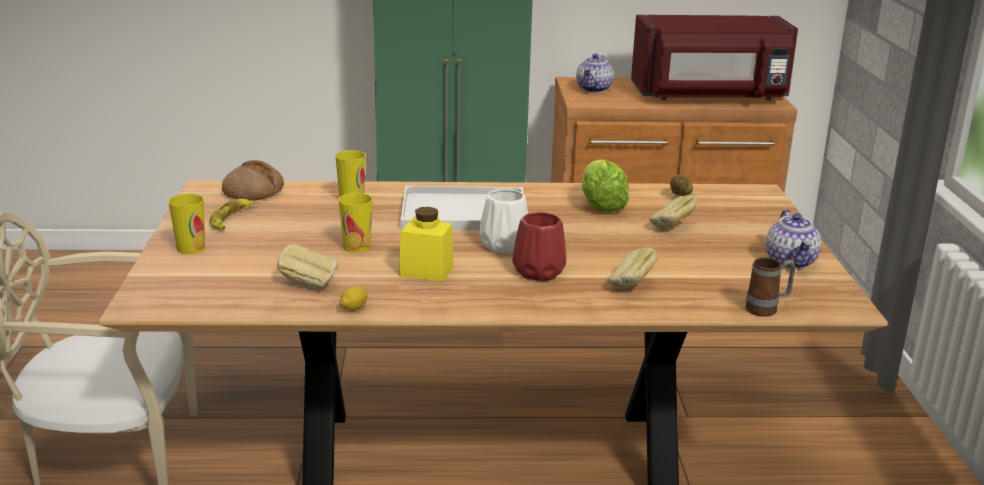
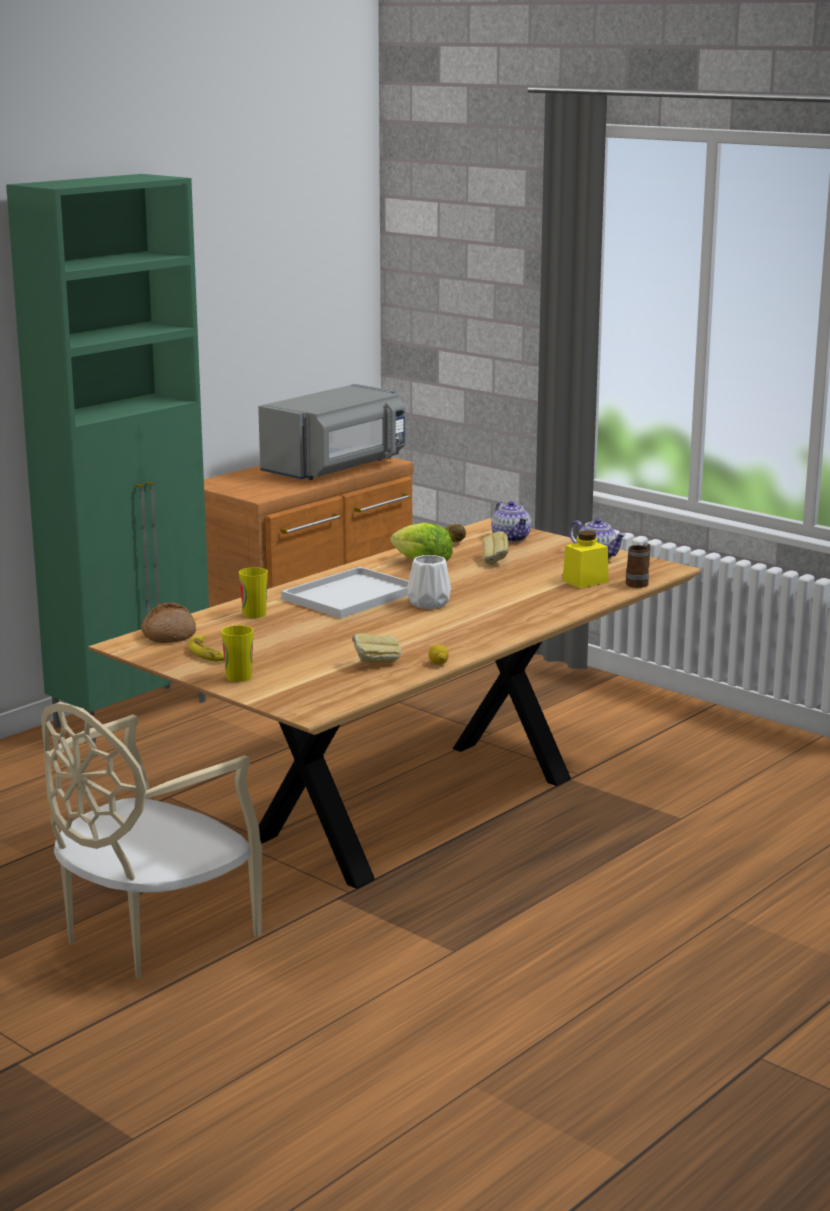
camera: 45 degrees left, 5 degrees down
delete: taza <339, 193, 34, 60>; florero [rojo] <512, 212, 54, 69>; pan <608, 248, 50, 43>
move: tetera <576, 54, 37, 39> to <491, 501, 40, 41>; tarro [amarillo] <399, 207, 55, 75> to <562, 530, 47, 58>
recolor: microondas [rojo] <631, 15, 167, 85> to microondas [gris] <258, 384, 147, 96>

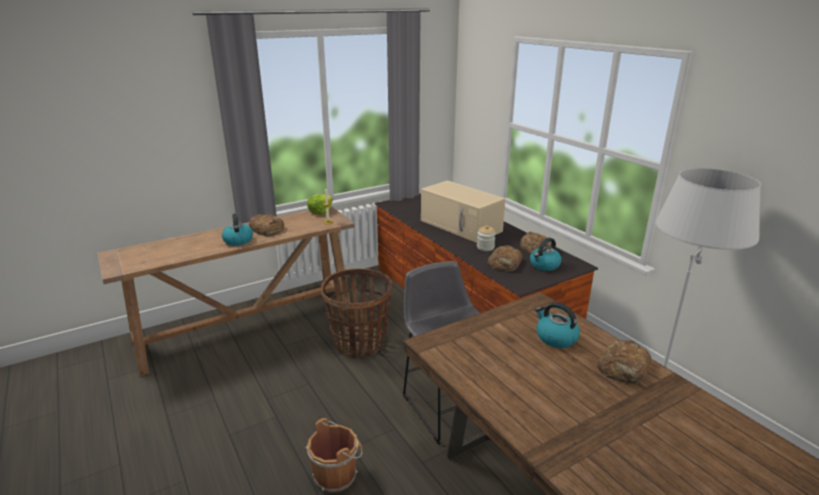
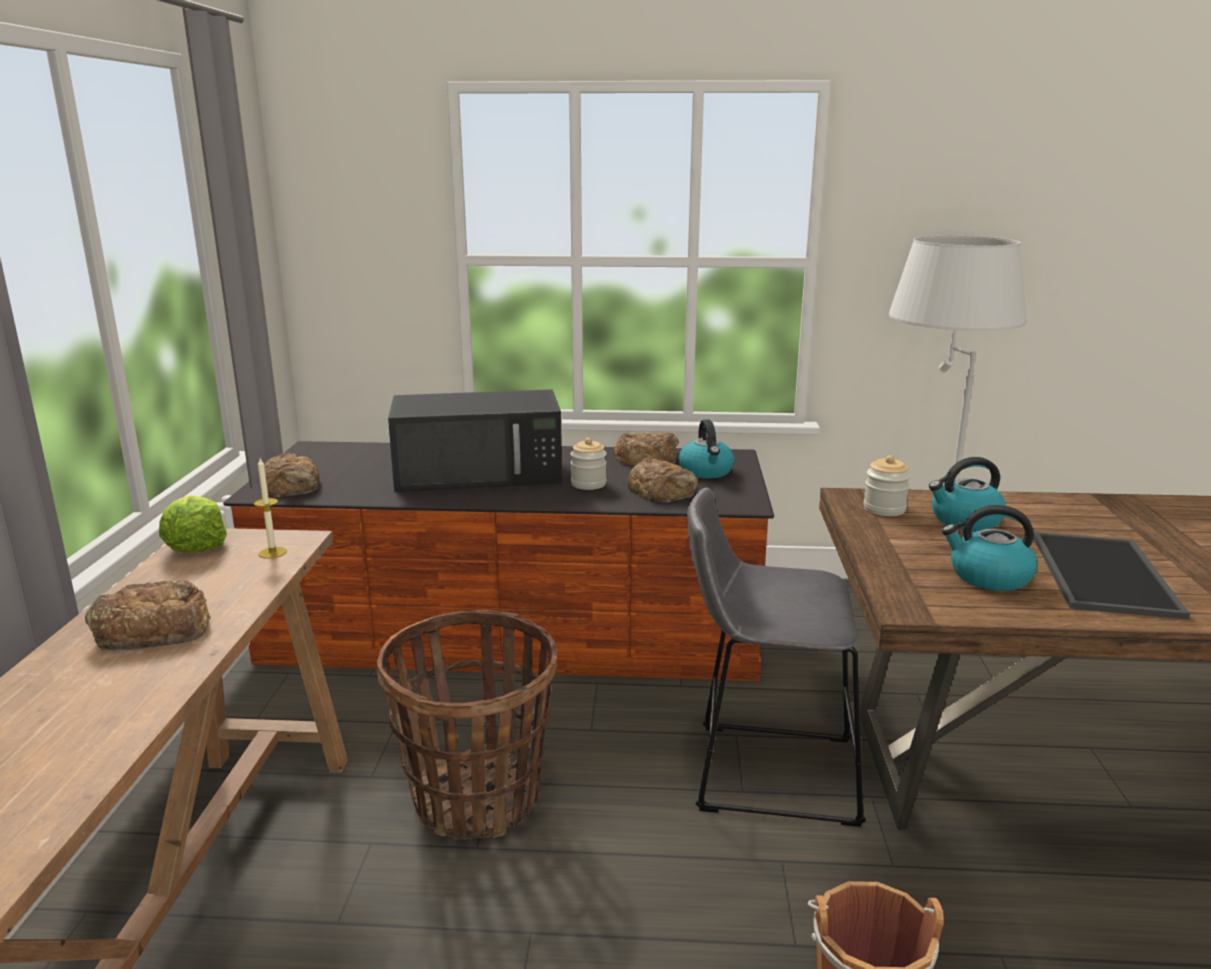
camera: 55 degrees left, 5 degrees down
insert: tarro <864, 455, 47, 61>; bandeja <1033, 532, 157, 88>
move: pan <597, 340, 54, 45> to <260, 452, 60, 45>; hervidor <222, 213, 31, 33> to <942, 505, 95, 86>
recolor: microondas [beis] <421, 180, 85, 63> to microondas [negro] <388, 389, 174, 103>

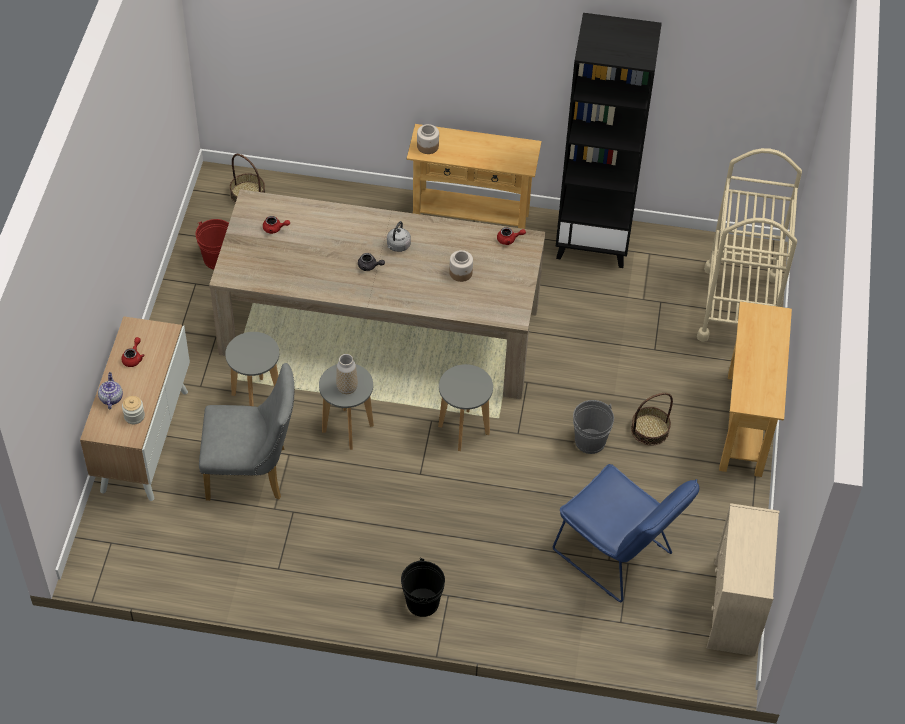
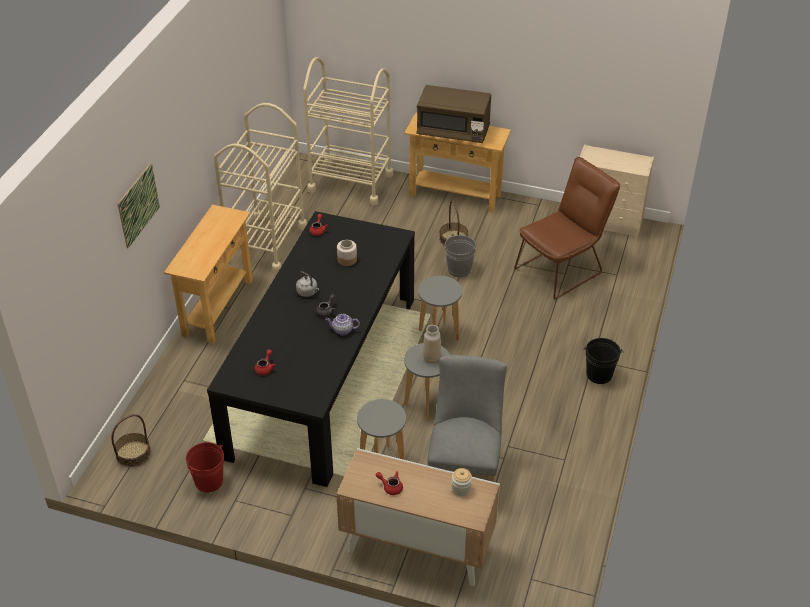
camera: 80 degrees left, 10 degrees down
delete: tarro <417, 124, 22, 30>
insert: cuadro <117, 163, 43, 85>; microondas [marrón] <417, 85, 74, 58>
move: tetera <98, 372, 25, 37> to <326, 314, 34, 21>
replace: estantería [negro] <555, 13, 107, 255> to carrito [beis] <214, 103, 93, 170>
recolor: mesa de comedor [beis] <209, 189, 337, 210> to mesa de comedor [negro] <207, 211, 208, 276>; silla [azul] <553, 464, 146, 138> to silla [marrón] <514, 157, 106, 142>

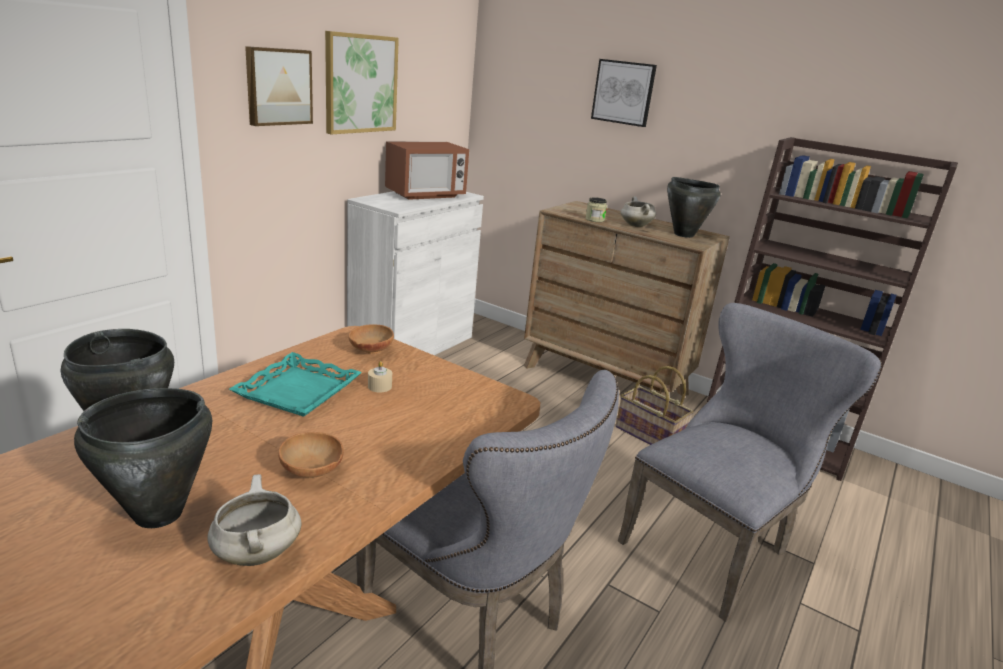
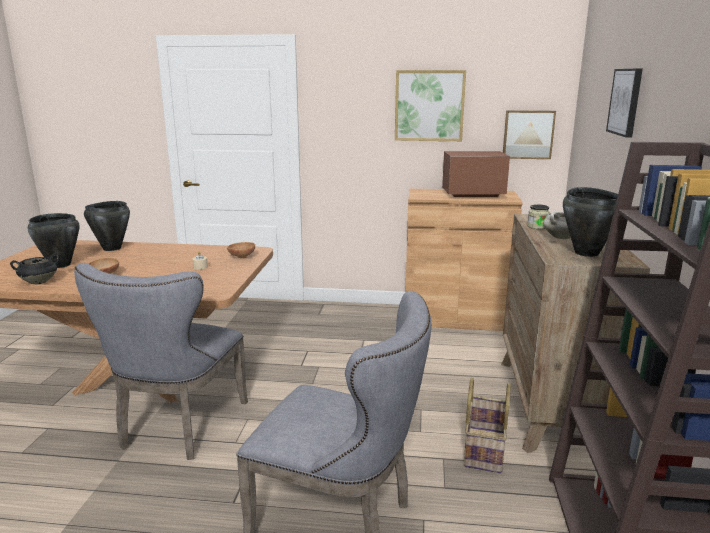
camera: 65 degrees right, 5 degrees down
delete: bandeja [turquesa] <229, 352, 133, 65>
move: cuadro <245, 46, 68, 80> to <503, 110, 53, 49>
recolor: olla [blanco] <207, 474, 95, 92> to olla [negro] <10, 253, 50, 31>; armario [blanco] <347, 191, 137, 164> to armario [marrón] <405, 188, 118, 143>
rotate: microondas <385, 141, 84, 59> = <442, 151, 68, 46> 150 degrees clockwise

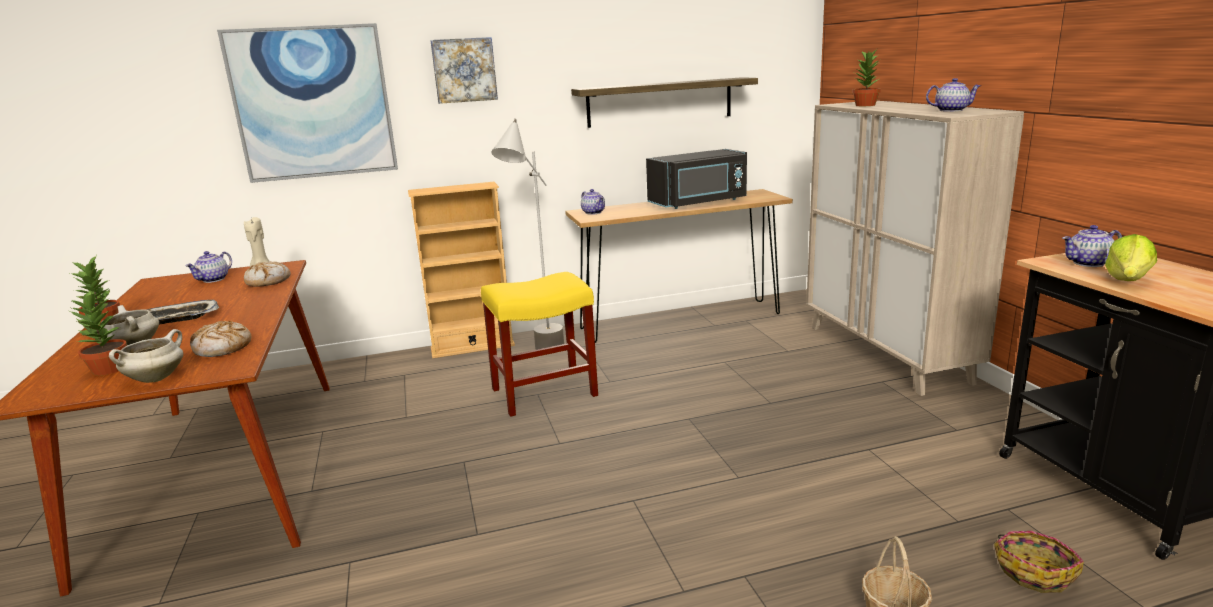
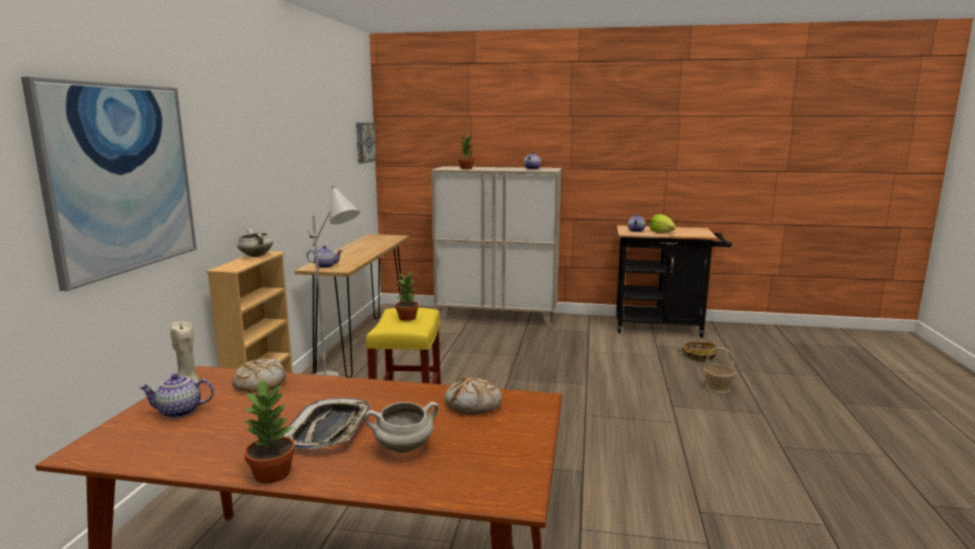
camera: 65 degrees left, 5 degrees down
delete: estante <571, 77, 187, 51>; microondas [negro] <646, 149, 101, 60>
move: olla [blanco] <109, 329, 74, 54> to <237, 229, 36, 28>; cuadro <430, 37, 68, 67> to <356, 122, 20, 41>; planta en maceta <68, 290, 59, 86> to <395, 270, 24, 51>
rotate: tetera <185, 251, 47, 32> = <138, 374, 76, 44> 120 degrees clockwise

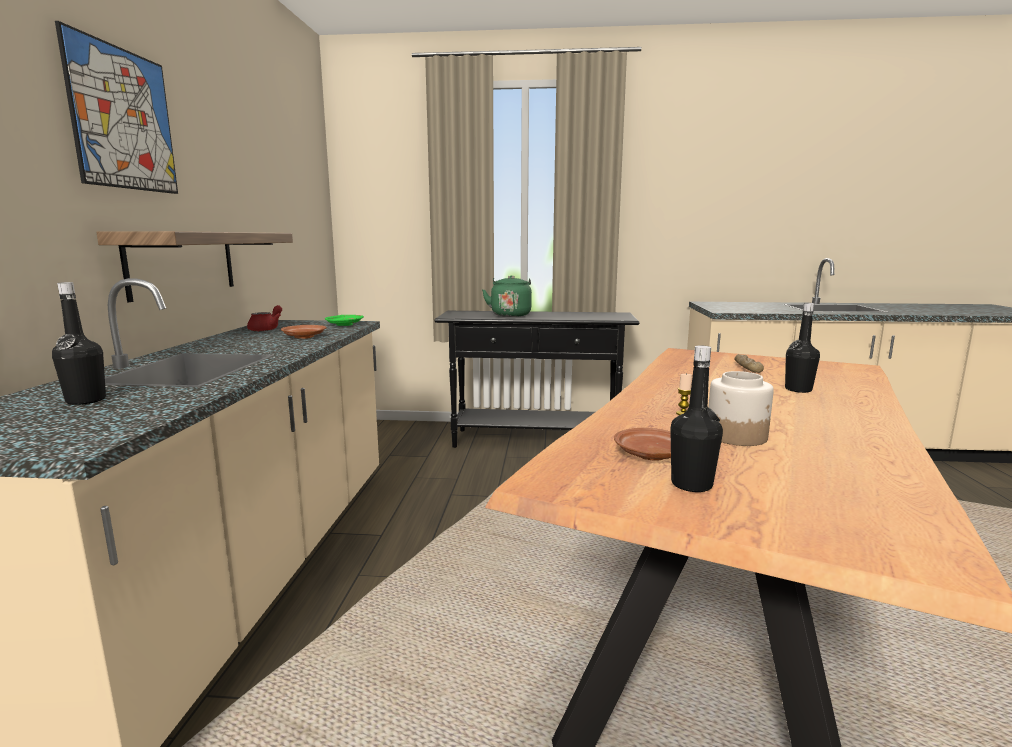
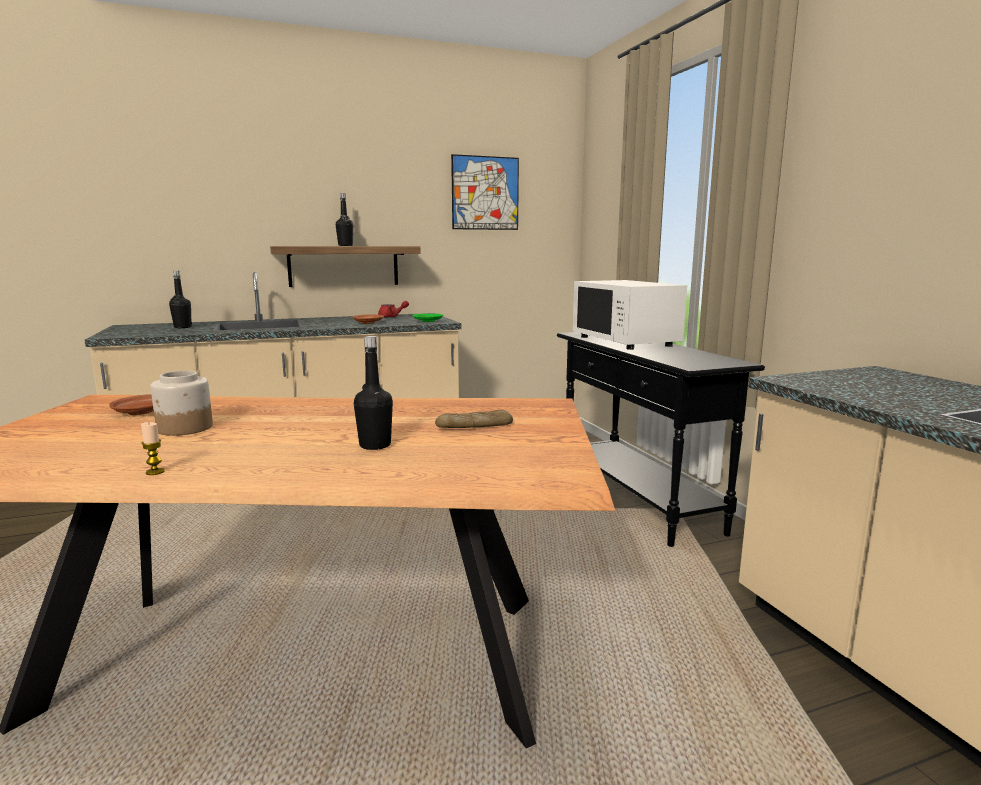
camera: 65 degrees right, 0 degrees up
move: vela <676, 374, 16, 41> to <141, 422, 24, 53>; botella [negro] <670, 346, 53, 146> to <336, 193, 17, 53>; cuadro <55, 21, 123, 173> to <451, 154, 68, 76>
replace: hervidor [verde] <482, 275, 50, 42> to microondas [blanco] <573, 280, 114, 70>

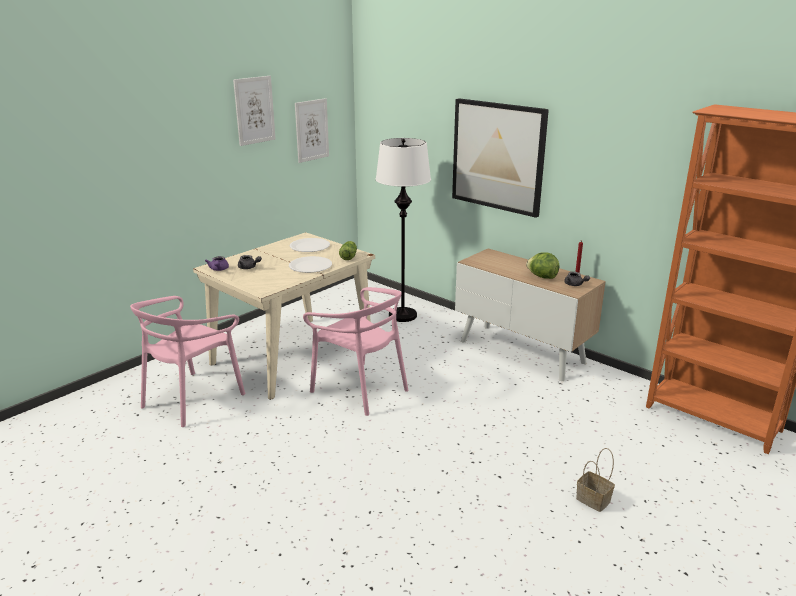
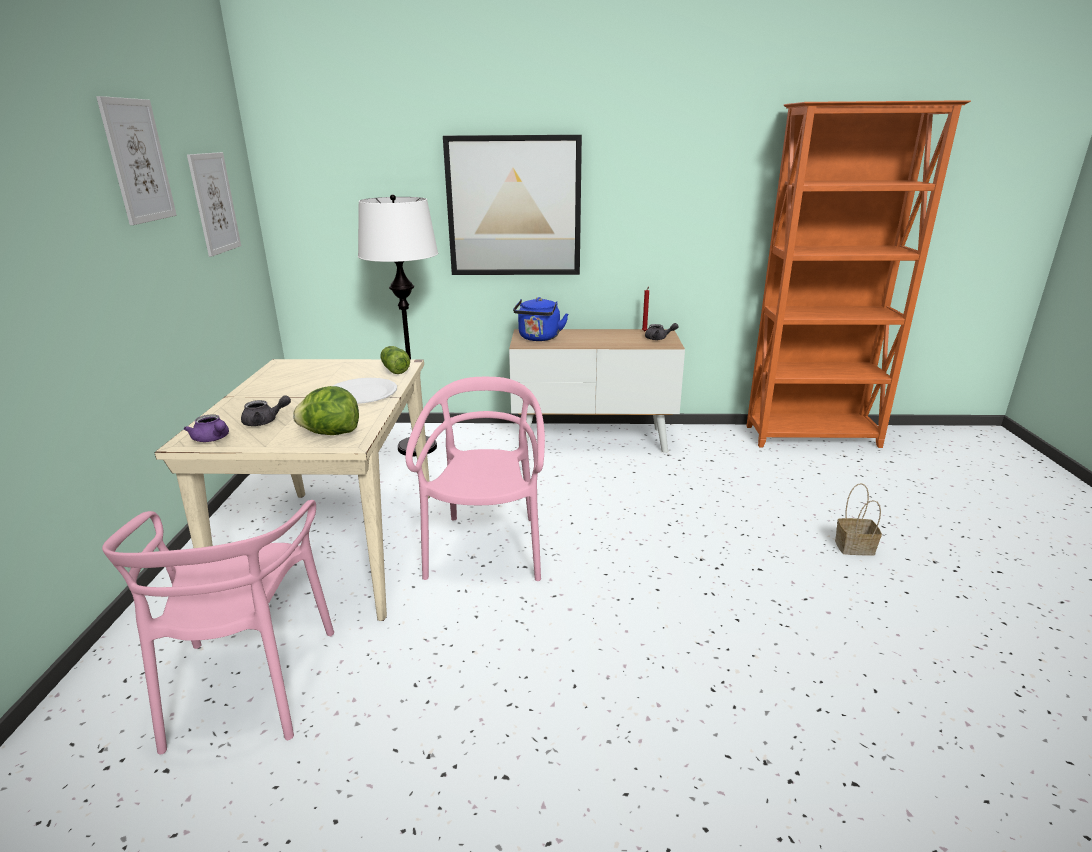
camera: 40 degrees left, 0 degrees up
delete: plato [blanco] <290, 238, 40, 14>
insert: hervidor [azul] <513, 297, 55, 44>
move: lechuga <526, 252, 33, 27> to <293, 386, 66, 49>
rotate: silla [rosa] <303, 287, 106, 129> = <406, 377, 139, 204> 90 degrees counterclockwise

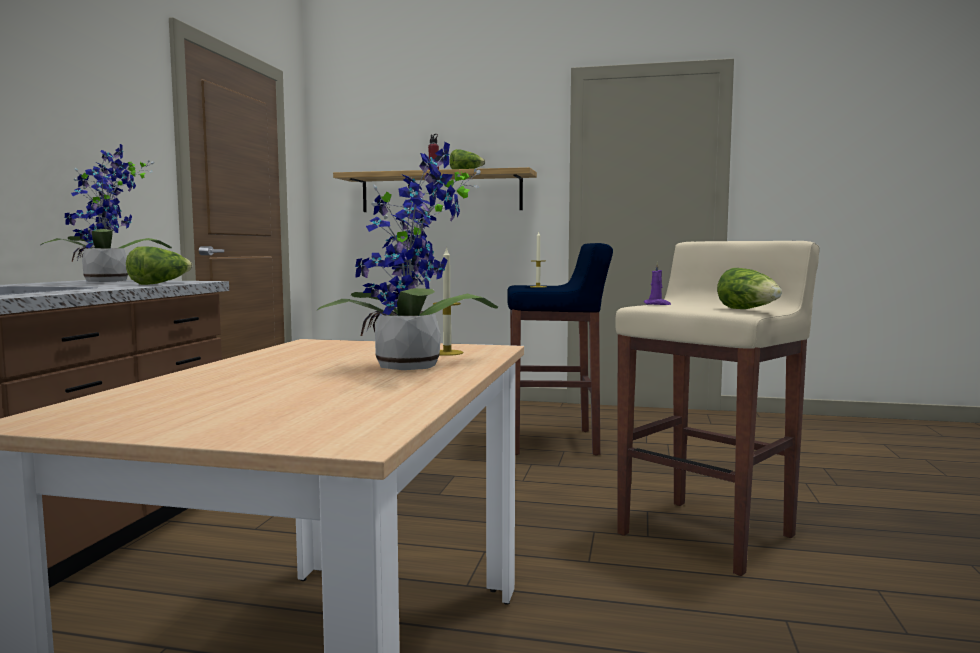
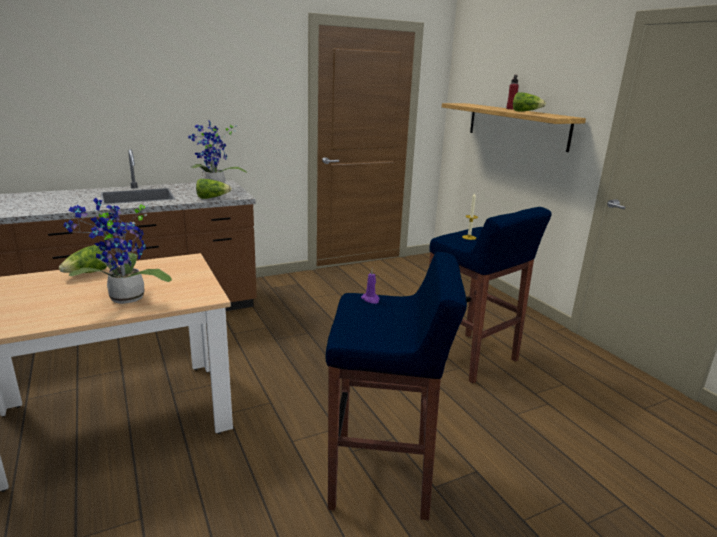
camera: 50 degrees right, 15 degrees up
delete: vela <433, 247, 30, 109>
move: lechuga <717, 268, 65, 41> to <59, 245, 48, 28>
recolor: taburete [beis] <615, 241, 205, 335> to taburete [azul] <326, 252, 141, 268>

